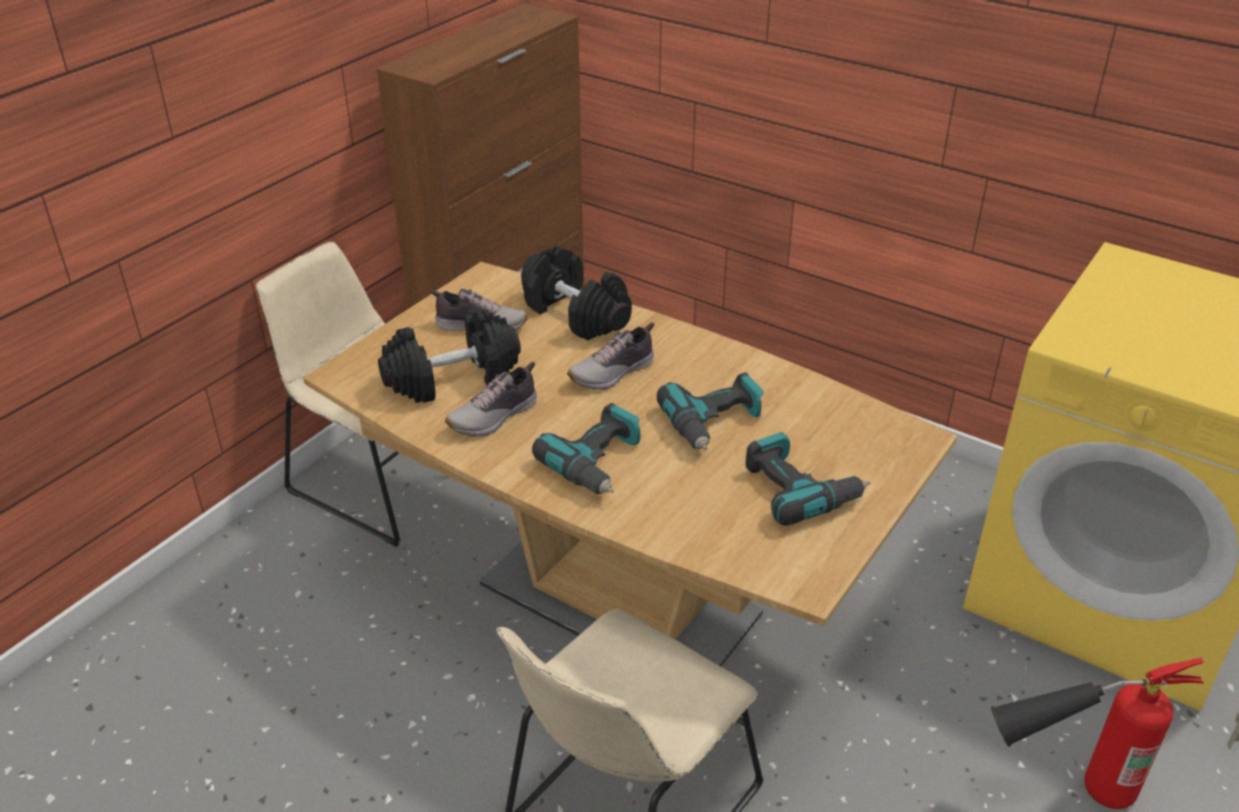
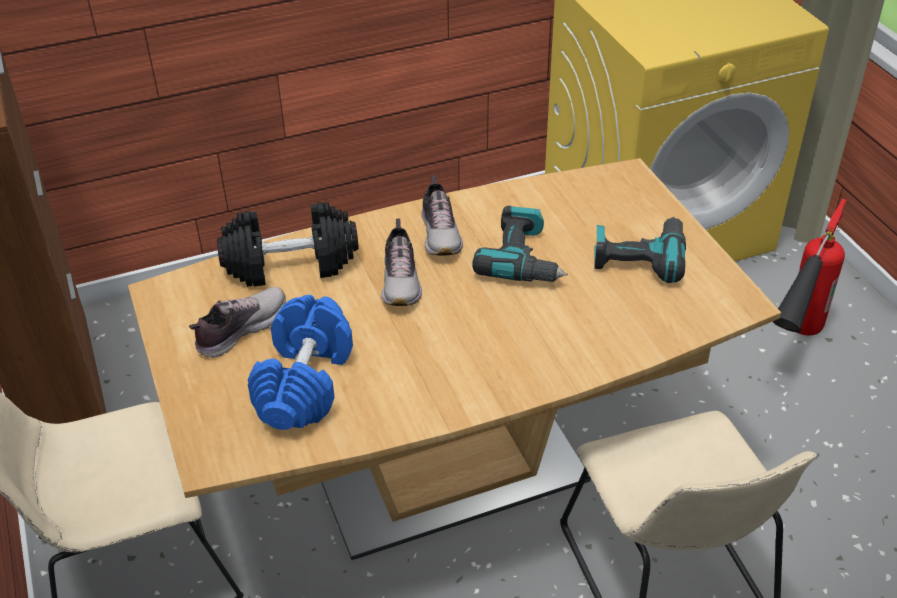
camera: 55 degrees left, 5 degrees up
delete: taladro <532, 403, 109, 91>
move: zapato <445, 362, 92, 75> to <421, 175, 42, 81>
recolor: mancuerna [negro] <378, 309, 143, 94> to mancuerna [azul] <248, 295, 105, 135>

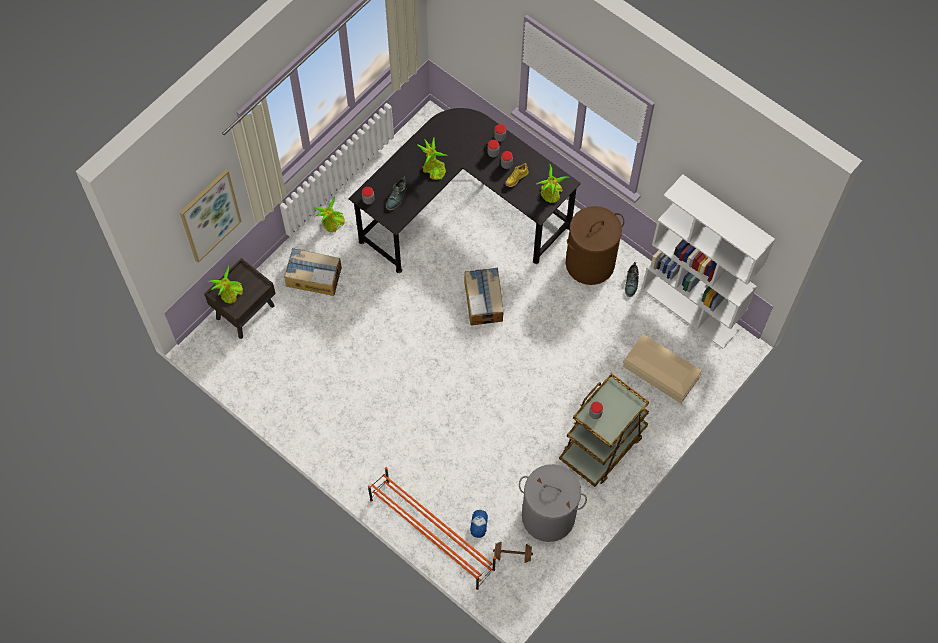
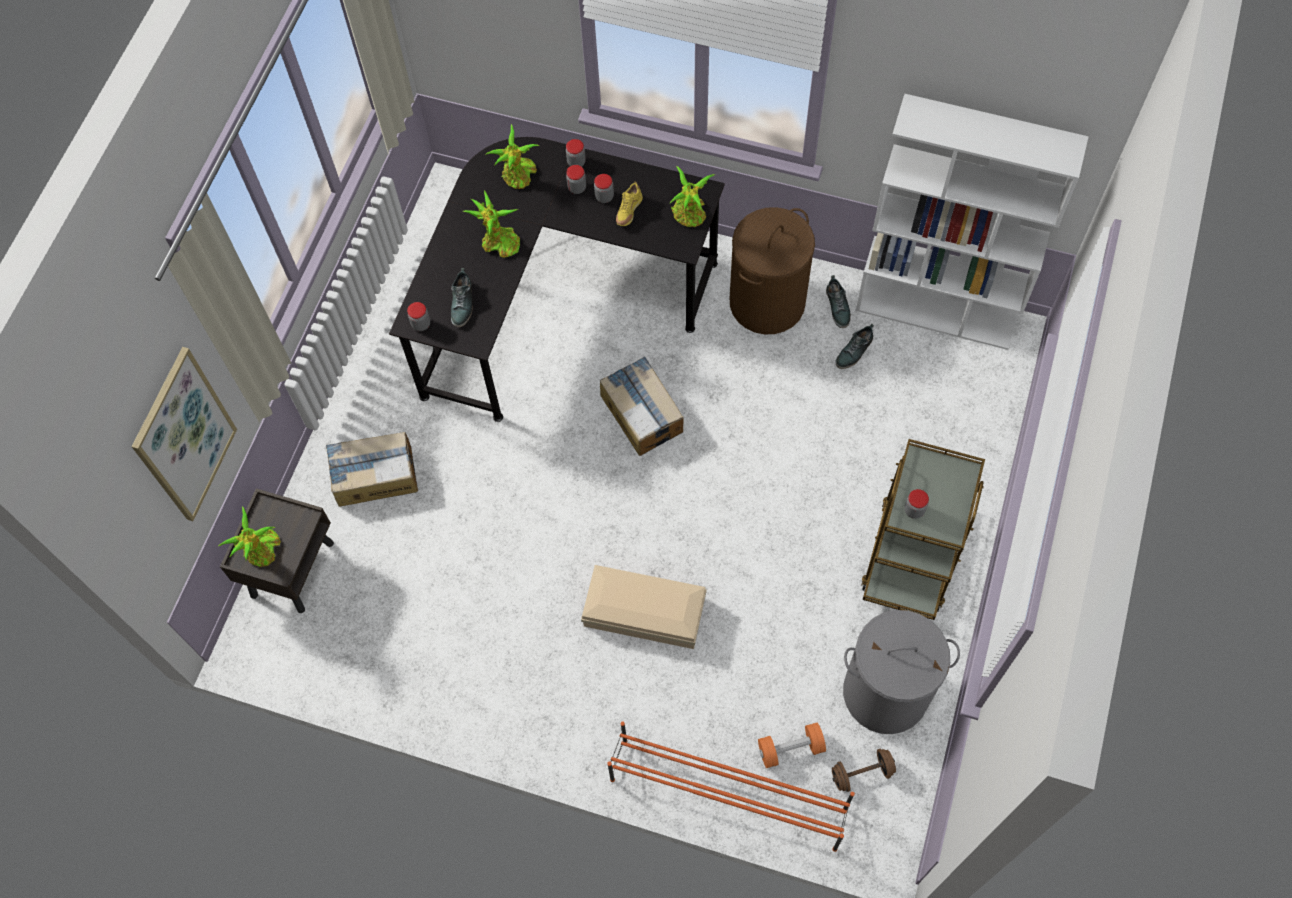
camera: 20 degrees left, 0 degrees up
insert: zapato <835, 324, 39, 45>
move: planta en maceta <314, 196, 31, 36> to <485, 124, 54, 65>; caja de almacenaje [beis] <623, 334, 79, 69> to <581, 565, 126, 84>
replace: gorra <470, 510, 18, 28> to mancuerna [naranja] <758, 723, 68, 45>

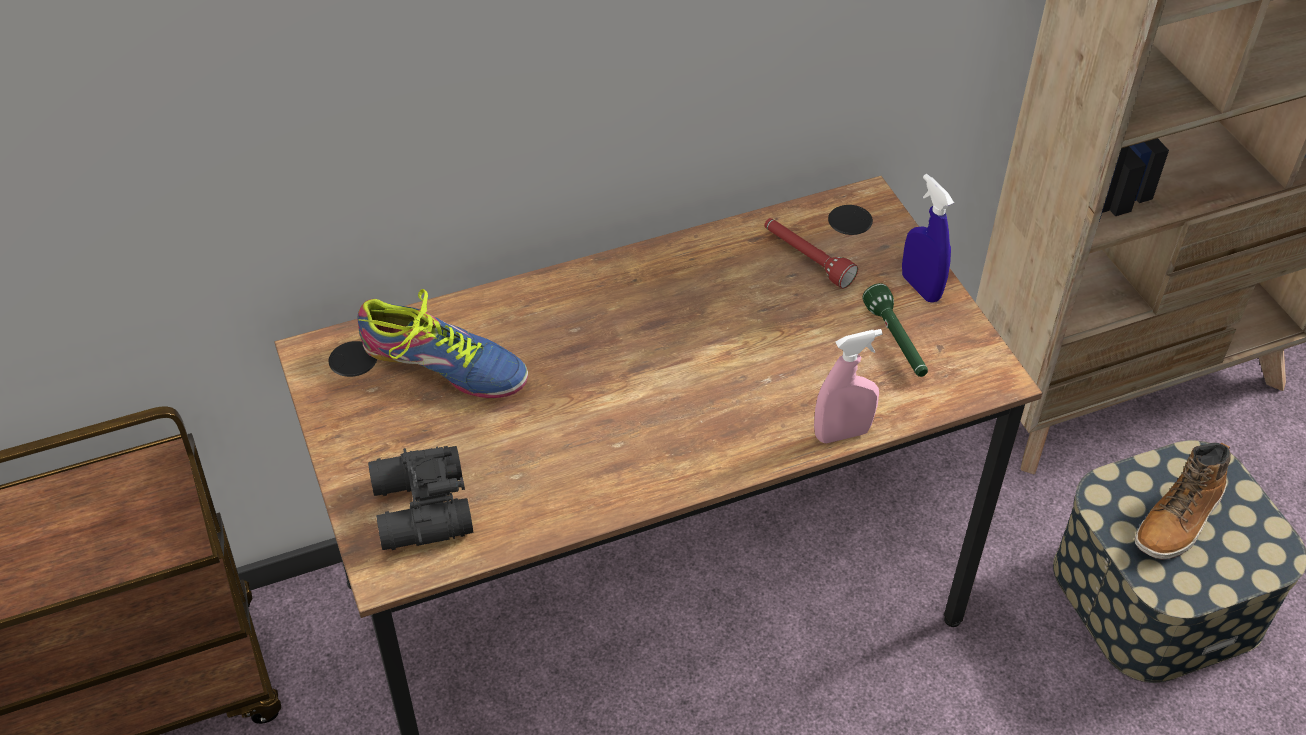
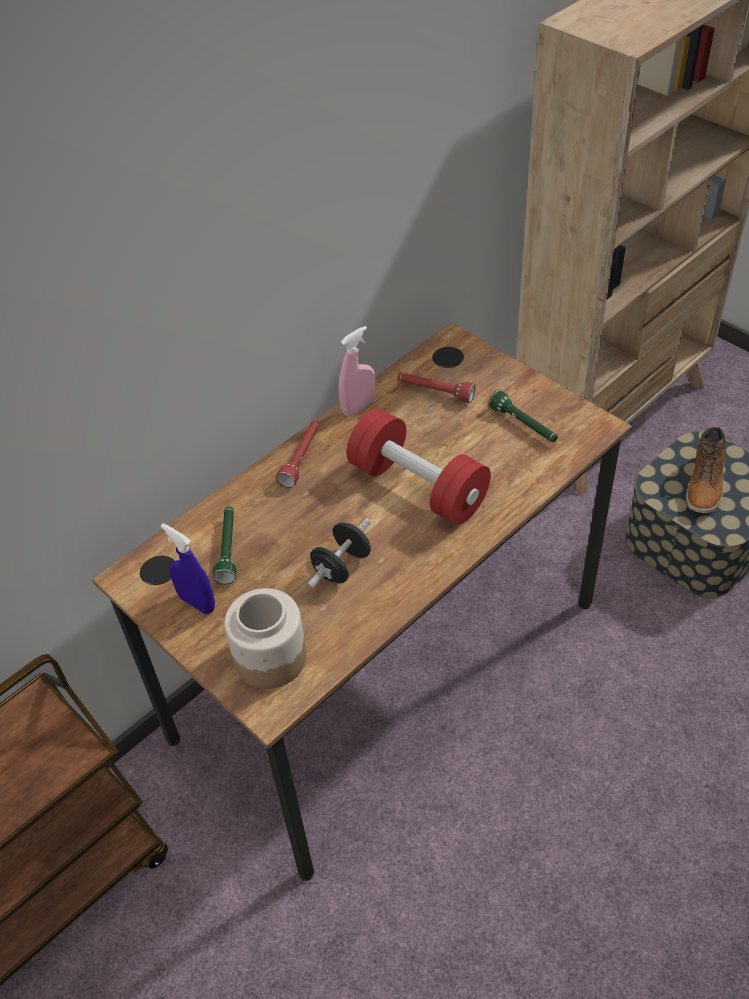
camera: 20 degrees left, 0 degrees up
insert: linterna [rojo] <276, 421, 43, 67>; mancuerna [negro] <308, 518, 63, 70>; mancuerna [rojo] <346, 408, 145, 117>
move: pulverizador [azul] <902, 174, 52, 129> to <161, 523, 54, 91>; pulverizador [rosa] <814, 329, 68, 114> to <339, 326, 36, 90>
replace: zapato <357, 289, 171, 109> to linterna [verde] <213, 506, 23, 79>; prismáticos [negro] <368, 446, 105, 104> to tarro <224, 588, 83, 101>

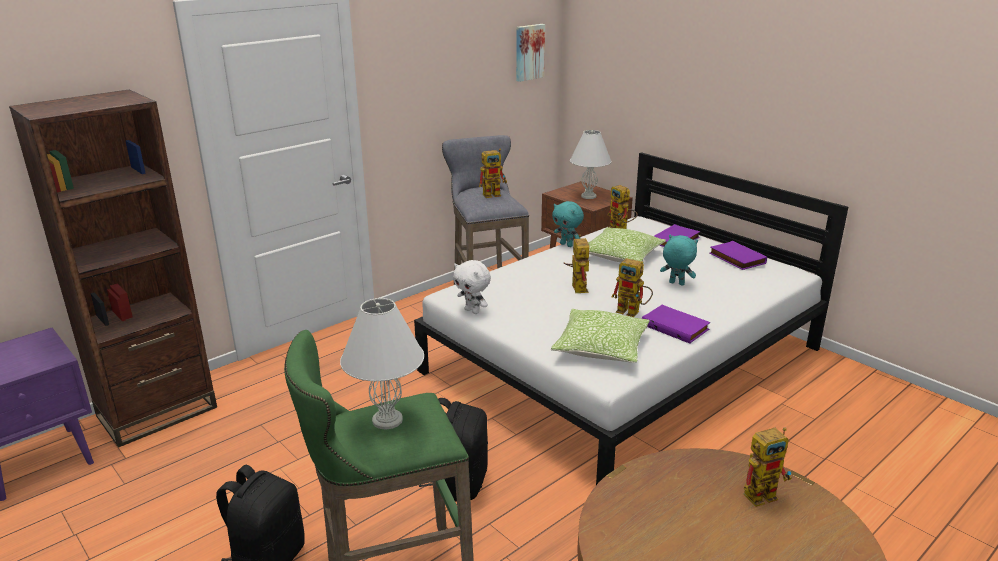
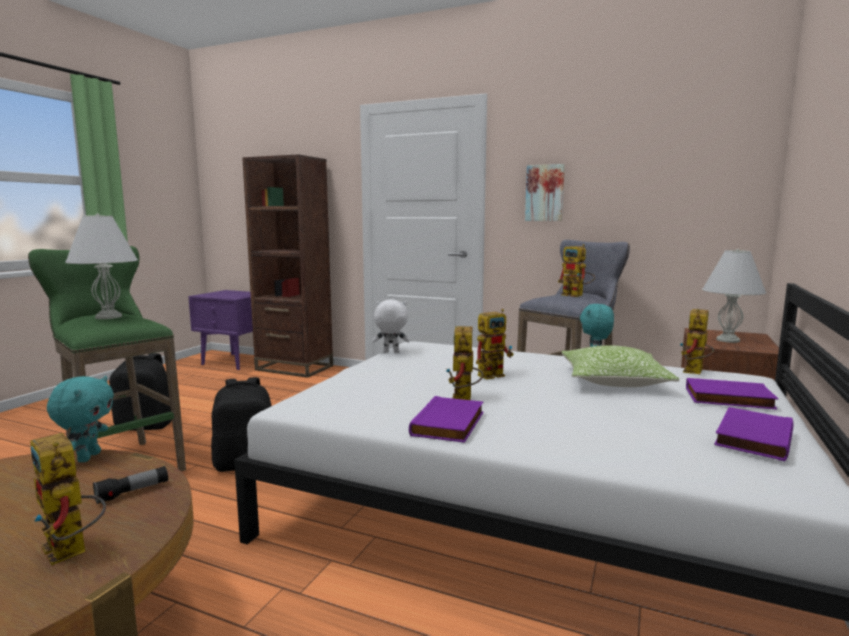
camera: 65 degrees right, 15 degrees down
delete: cojín <551, 309, 99, 54>
insert: linterna <93, 466, 75, 38>
move: peluche [turquesa] <660, 235, 38, 50> to <47, 376, 67, 86>; cuadro <516, 24, 29, 58> to <525, 164, 40, 57>
rotate: peluche [blanco] <453, 260, 38, 54> = <372, 299, 38, 54> 75 degrees clockwise

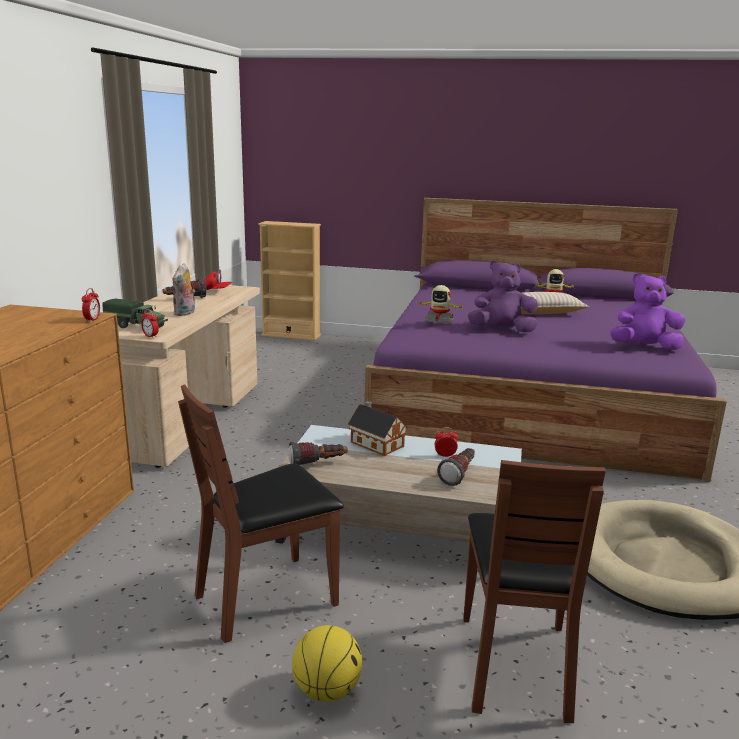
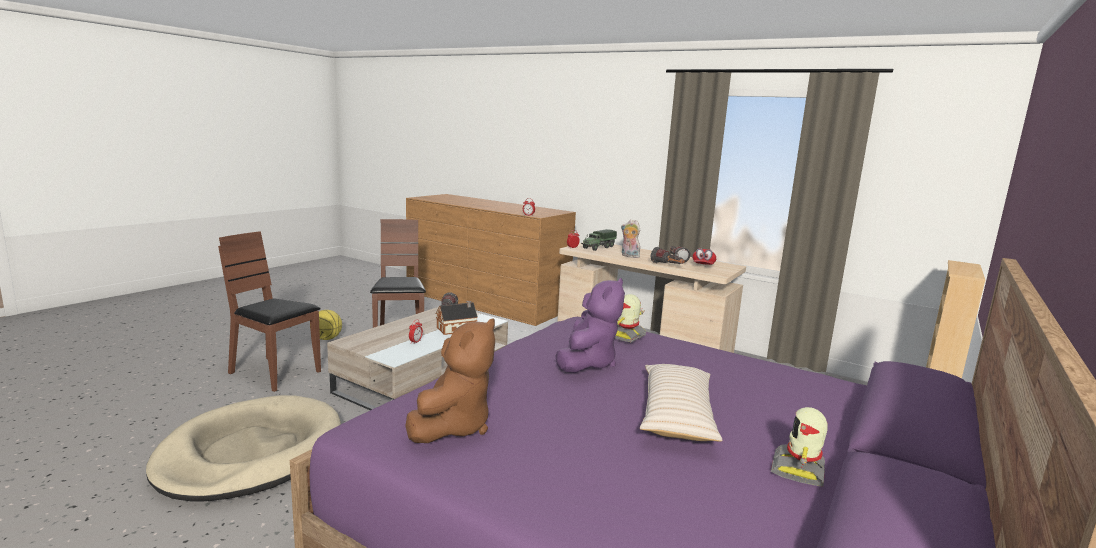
camera: 110 degrees right, 5 degrees down
move: linterna <437, 448, 38, 38> to <651, 247, 34, 17>
recolor: peluche [morado] <611, 273, 74, 77> to peluche [marrón] <405, 319, 90, 124>

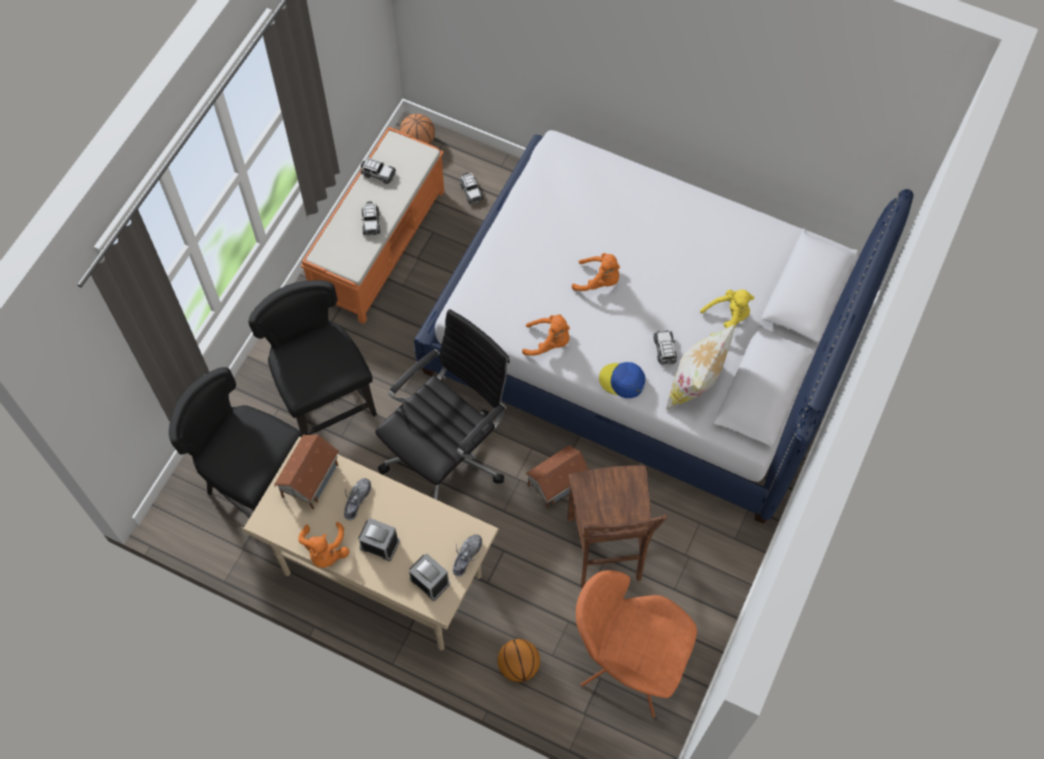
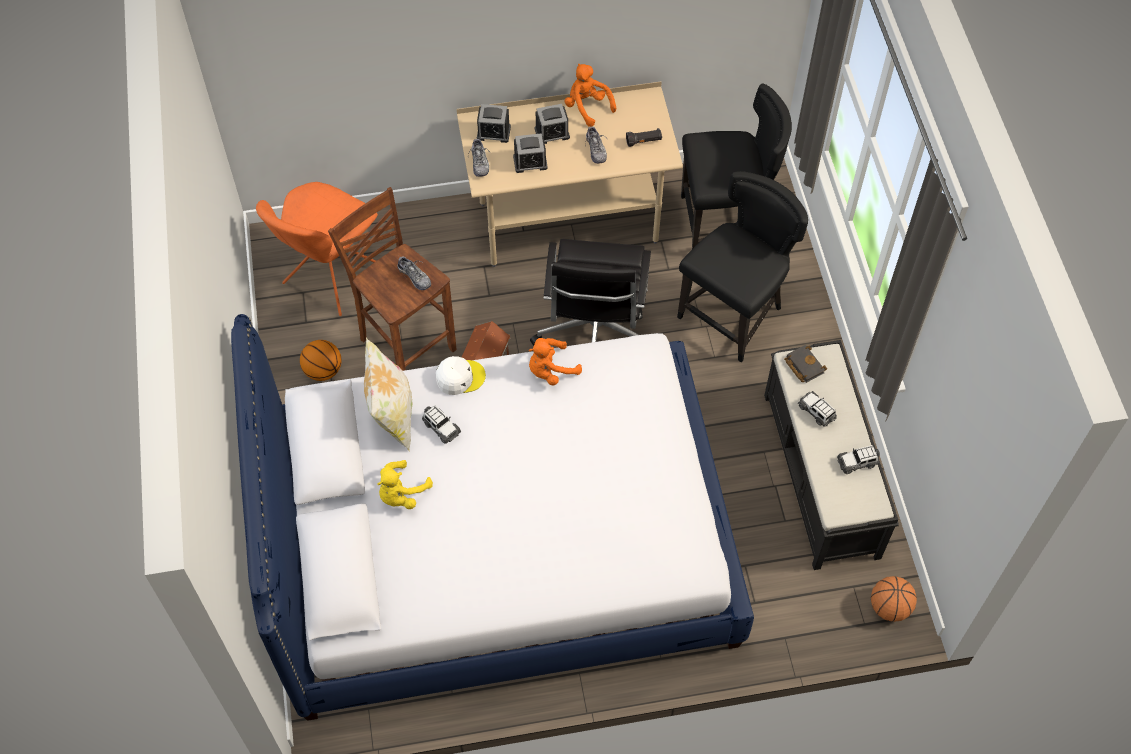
camera: 145 degrees right, 5 degrees down
delete: coche de juguete <460, 173, 24, 31>; peluche [naranja] <572, 253, 48, 38>
insert: zapato <397, 256, 34, 34>; despertador <513, 133, 35, 40>; libro [negro] <784, 345, 43, 38>
move: balón de baloncesto <498, 639, 42, 43> to <300, 340, 42, 41>
replace: casita <274, 435, 65, 75> to linterna [negro] <626, 128, 36, 19>
recolor: gorra [azul] <599, 362, 47, 36> to gorra [blanco] <436, 356, 50, 39>; banco [naranja] <301, 127, 143, 197> to banco [negro] <764, 340, 135, 230>
rotate: silla [naranja] <576, 570, 121, 148> = <256, 182, 122, 134> 135 degrees clockwise; silla [negro] <248, 280, 129, 155> = <677, 171, 131, 191> 75 degrees counterclockwise

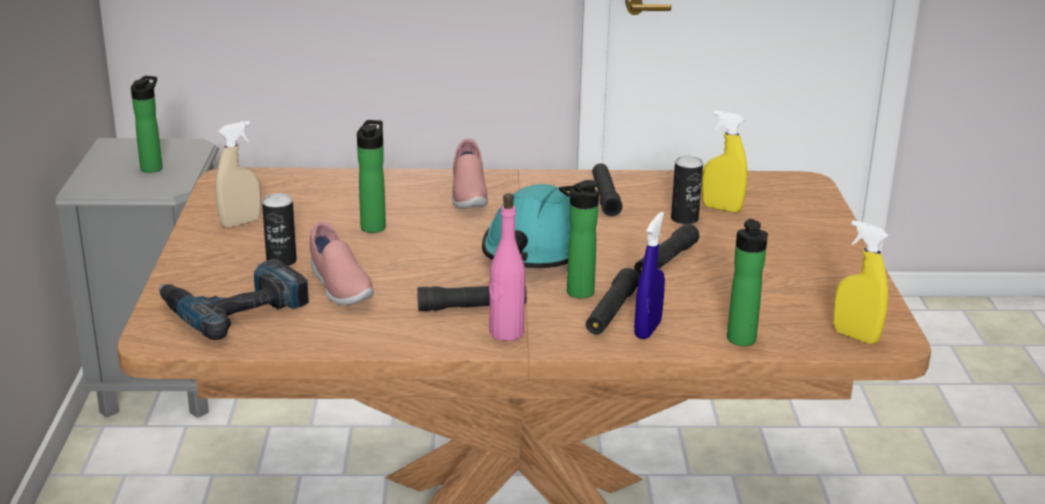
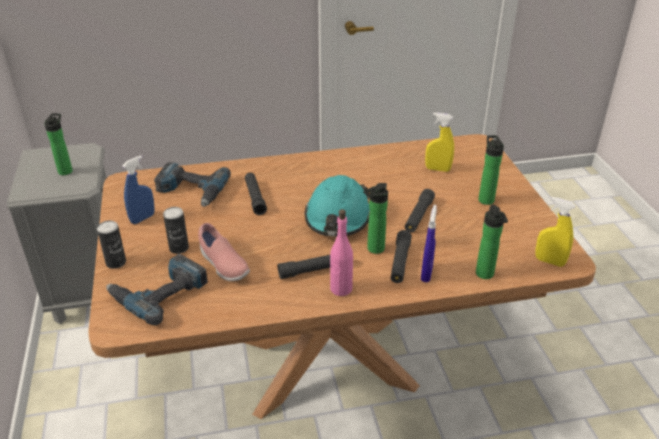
camera: 10 degrees left, 10 degrees up
delete: zapato [rosa] <452, 138, 36, 70>
insert: taladro <154, 162, 77, 45>
move: lata <671, 156, 32, 68> to <97, 221, 29, 48>; linterna [negro] <592, 163, 31, 54> to <245, 173, 22, 42>; botella <357, 120, 29, 113> to <478, 135, 26, 70>
recolor: pulverizador [beis] <215, 121, 46, 107> to pulverizador [azul] <122, 155, 33, 69>

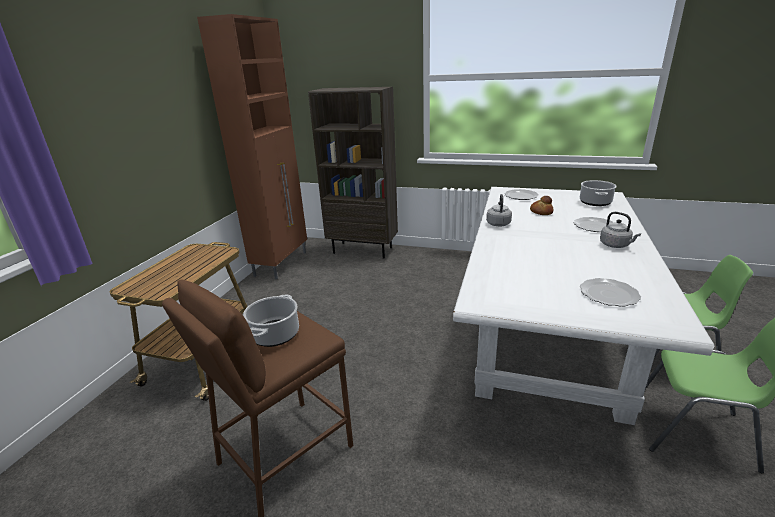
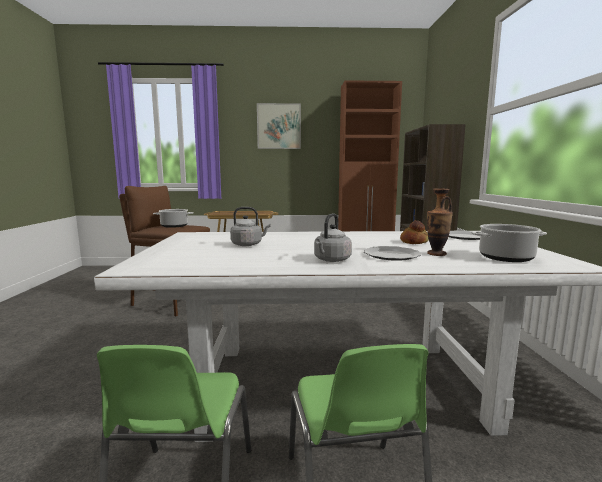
camera: 70 degrees right, 15 degrees down
delete: plato <580, 278, 61, 29>
insert: cuadro <257, 103, 44, 46>; florero <427, 188, 26, 68>
move: hervidor [gris] <486, 194, 26, 32> to <230, 207, 41, 39>

